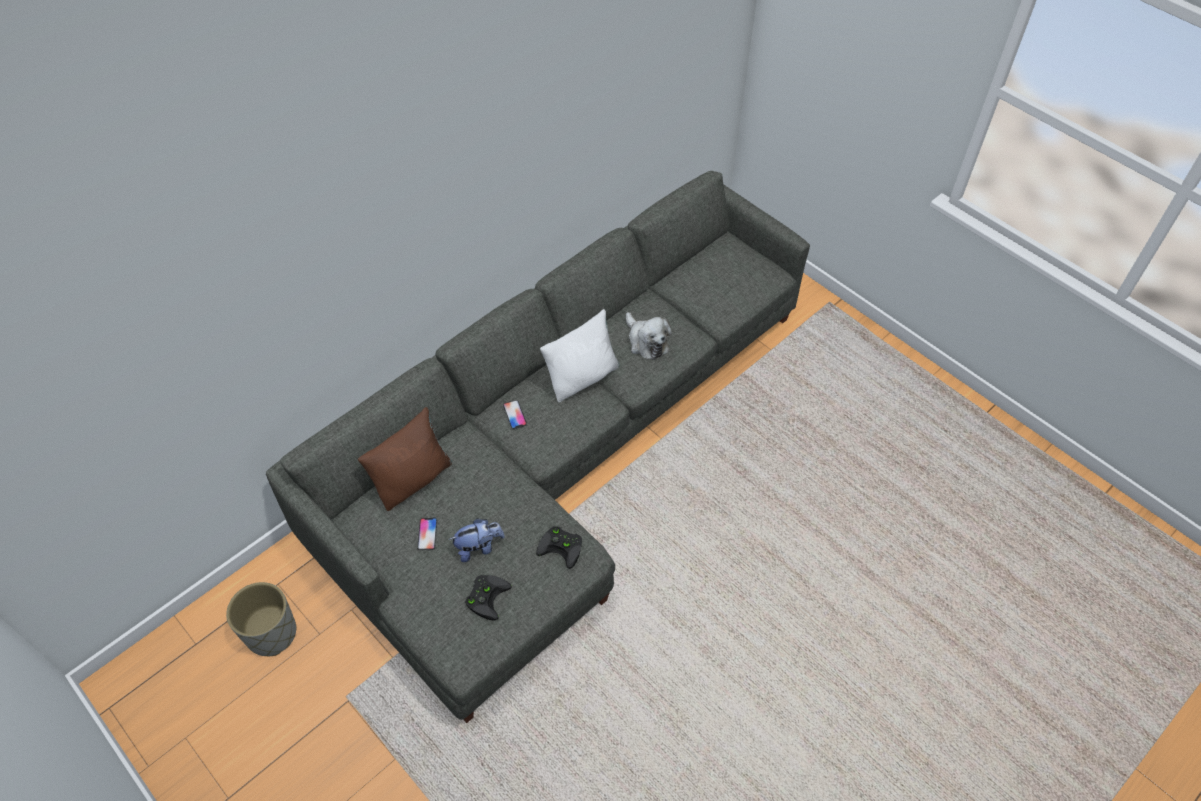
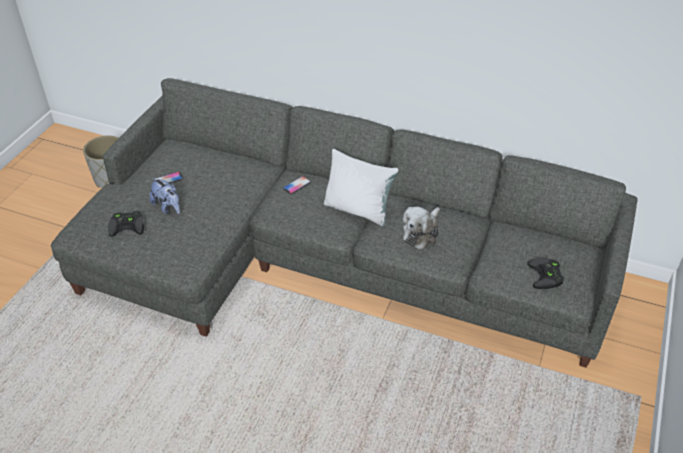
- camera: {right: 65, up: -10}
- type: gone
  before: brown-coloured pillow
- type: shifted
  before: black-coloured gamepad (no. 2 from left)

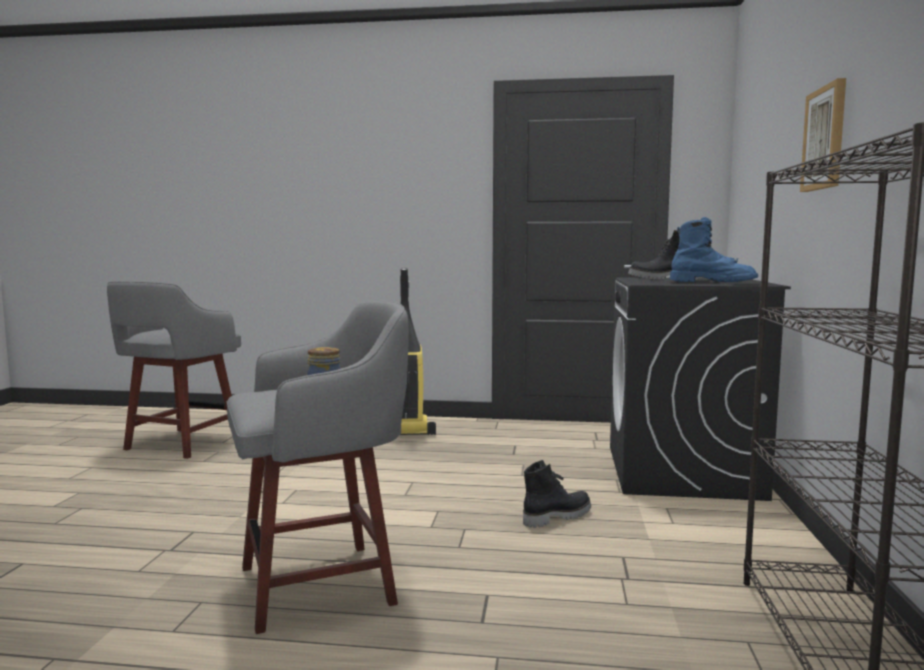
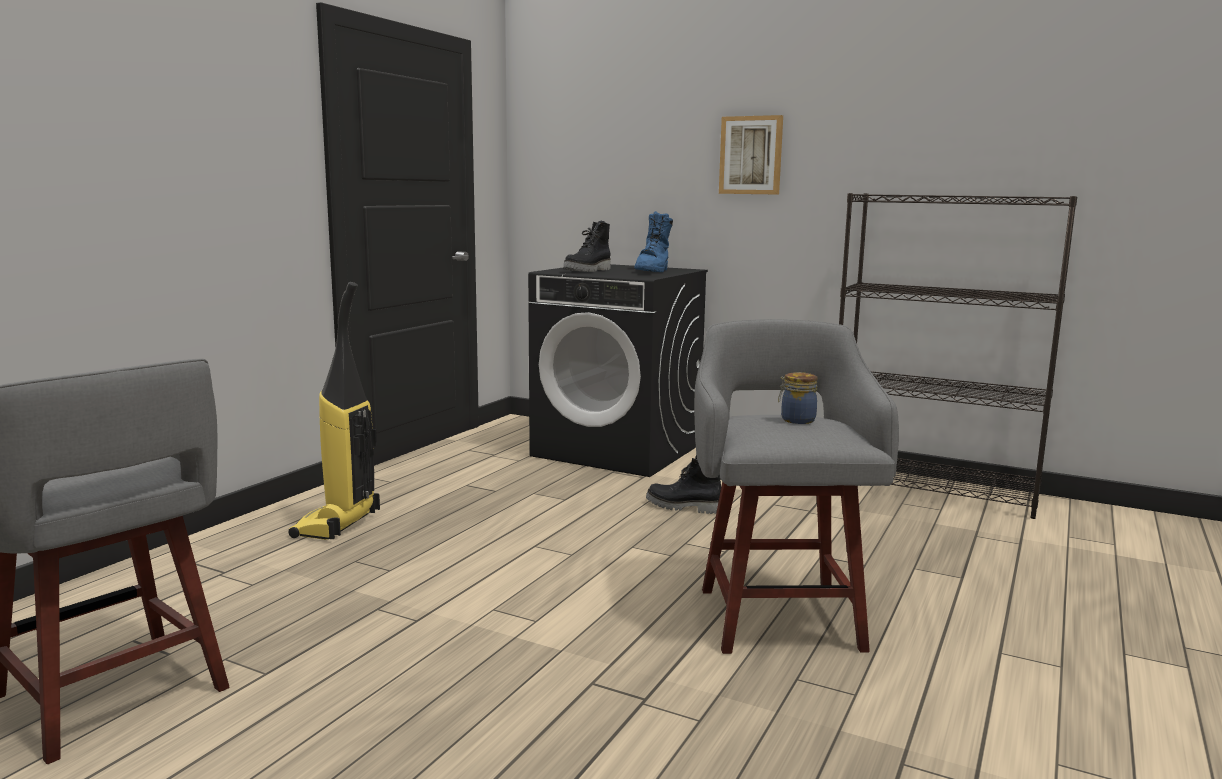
- camera: {right: -70, up: 5}
- type: rotated
  before: black-coloured high-top boot (no. 1 from left in the first image)
  turn: -60
- type: rotated
  before: blue high-top boot
  turn: 150

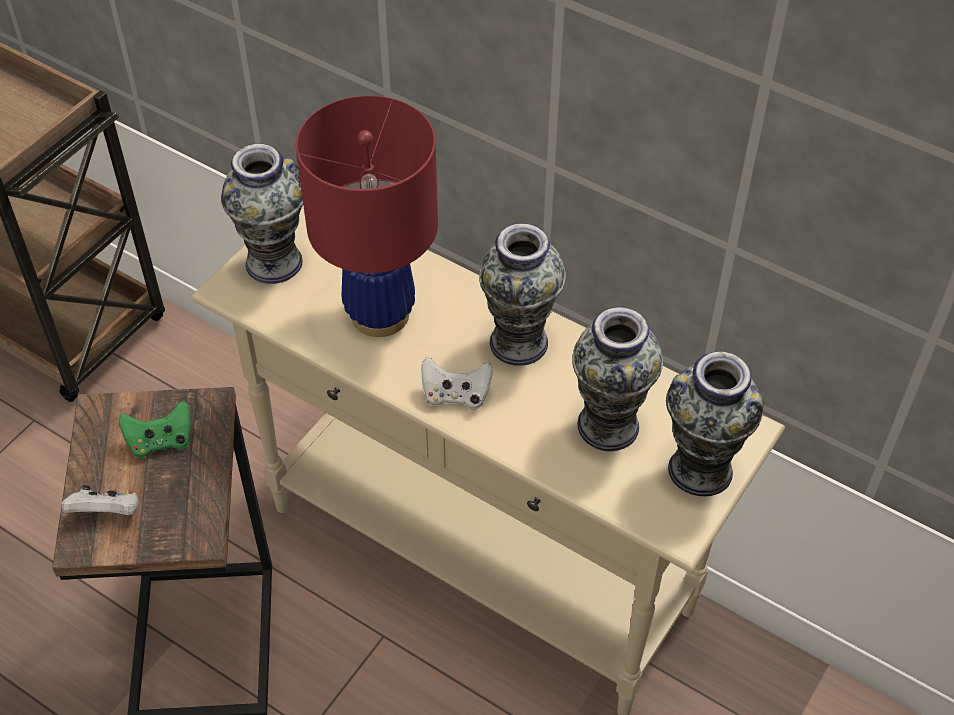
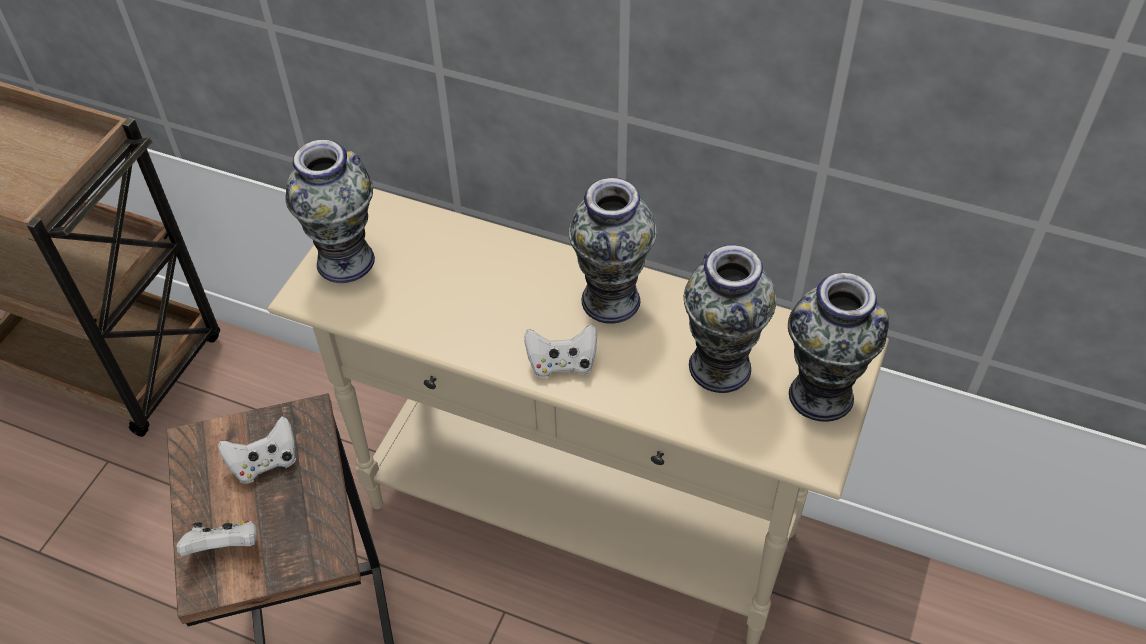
- camera: {right: -10, up: 0}
- type: repainted
  before: green gamepad
  after: white gamepad (no. 2 from left)
- type: gone
  before: reddish tabletop lamp

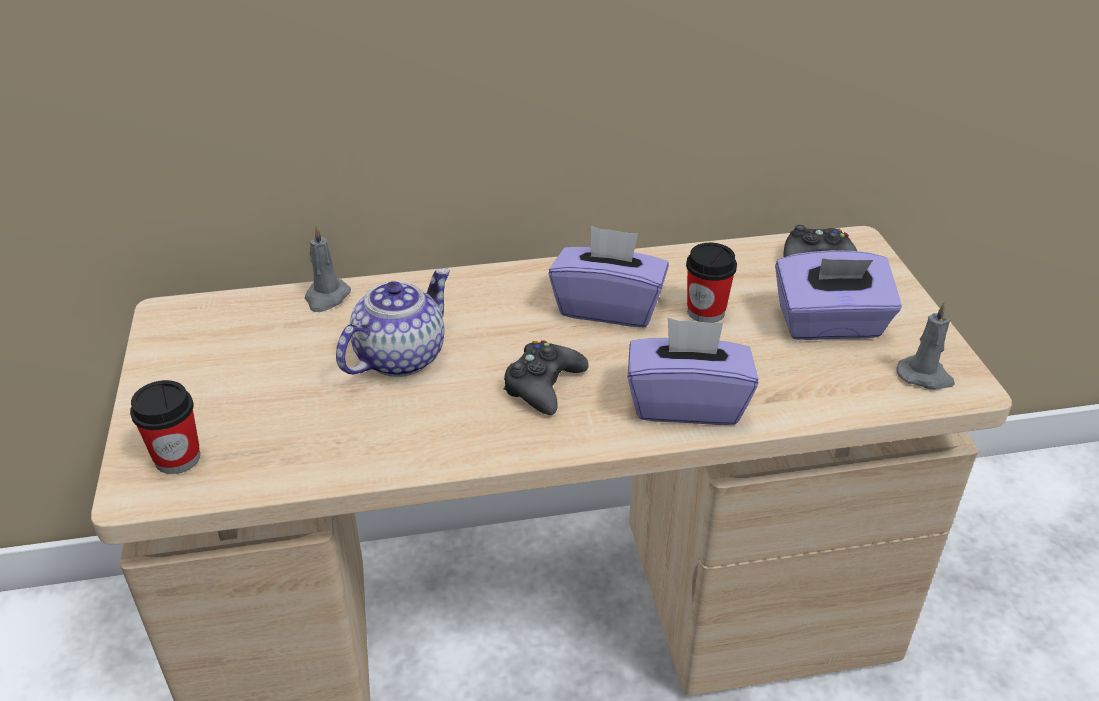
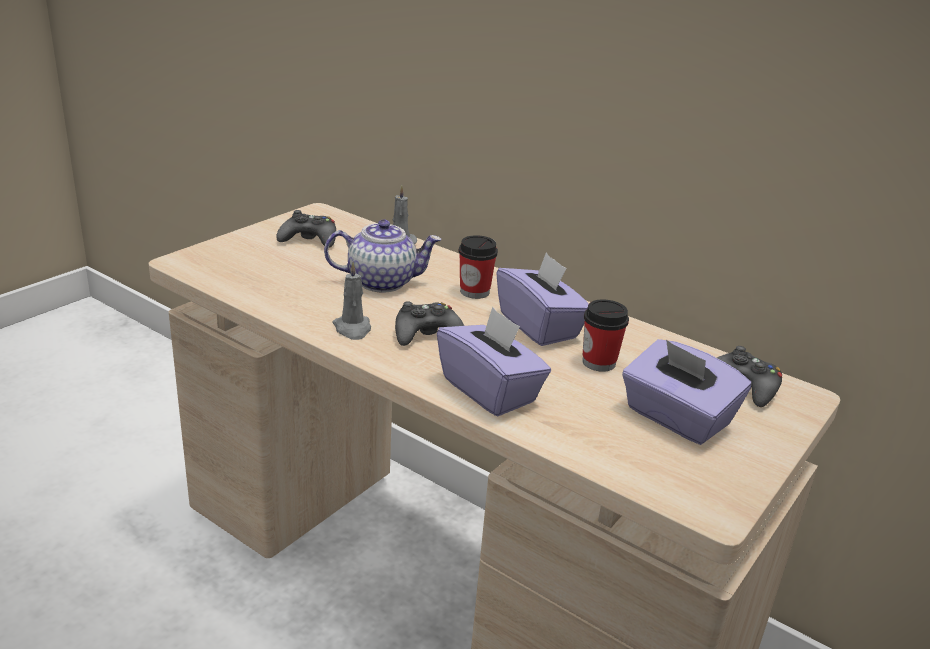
- camera: {right: 45, up: -10}
- type: shifted
  before: drinking cup (no. 1 from left)
- type: shifted
  before: grey wax candle (no. 2 from left in the first image)
  after: grey wax candle (no. 1 from left)
- type: new
  after: black-coloured gamepad (no. 1 from left)

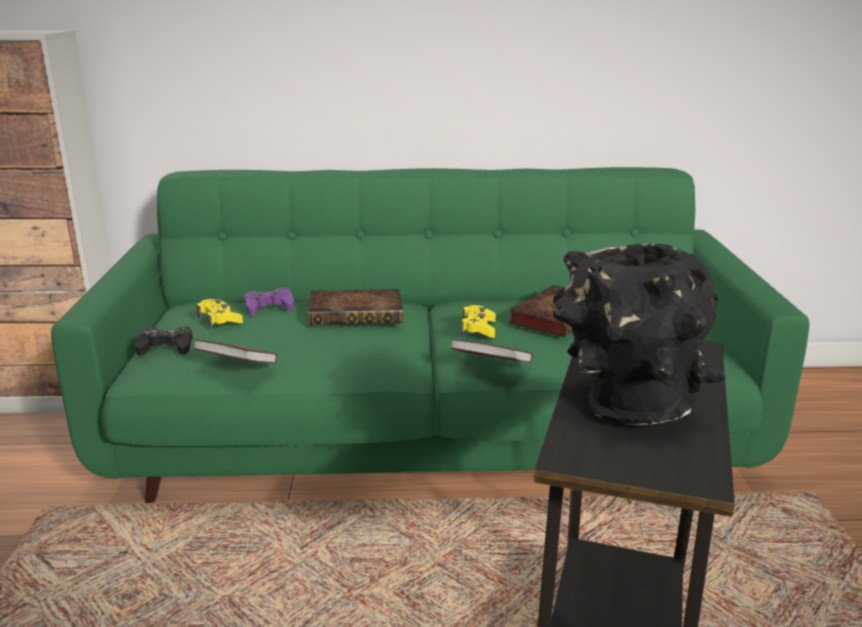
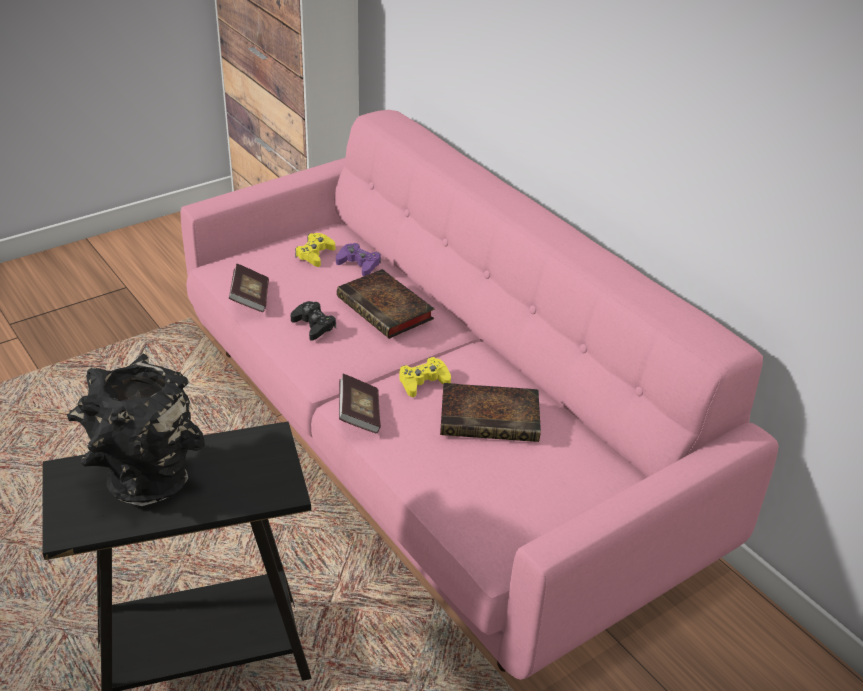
- camera: {right: 55, up: 15}
- type: repainted
  before: green couch
  after: pink-coloured couch
- type: shifted
  before: black-coloured gamepad

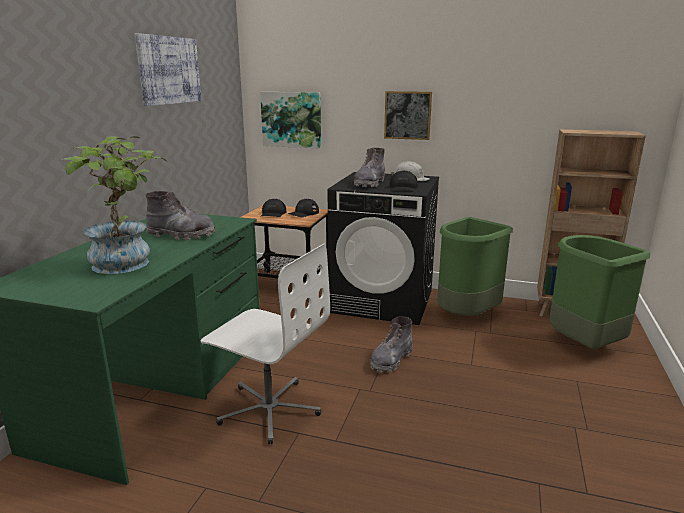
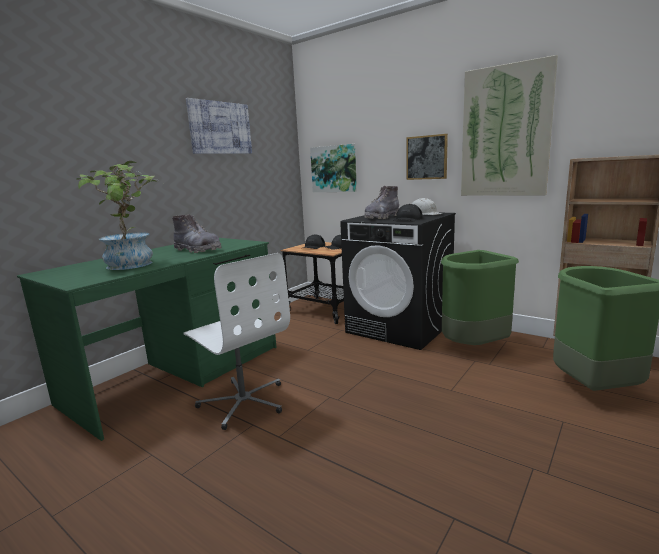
- camera: {right: 20, up: -5}
- type: gone
  before: grey high-top boot (no. 3 from left)
- type: new
  after: wall art (no. 4 from left)

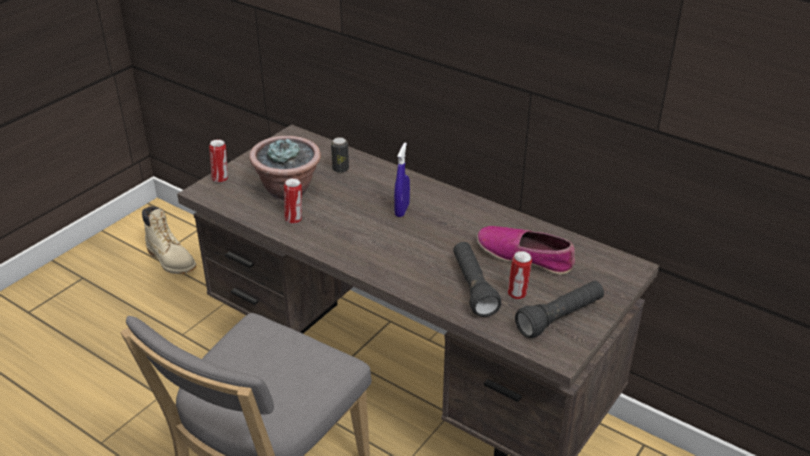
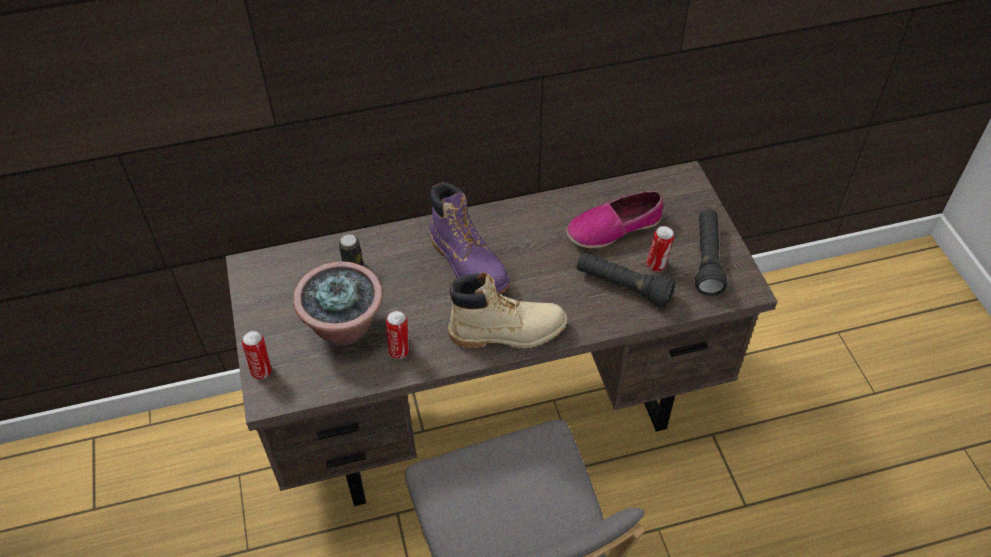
- camera: {right: -50, up: 15}
- type: shifted
  before: sand-coloured high-top boot
- type: swapped
  before: blue spray bottle
  after: purple high-top boot

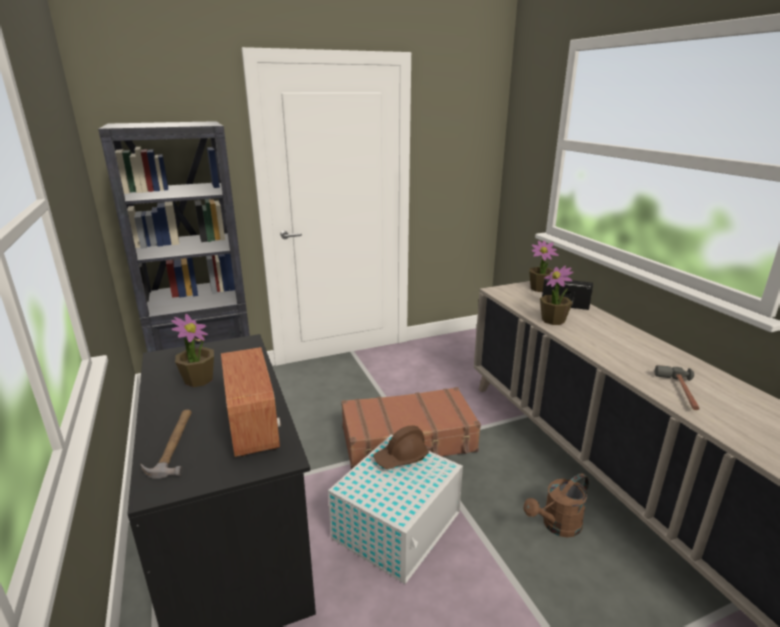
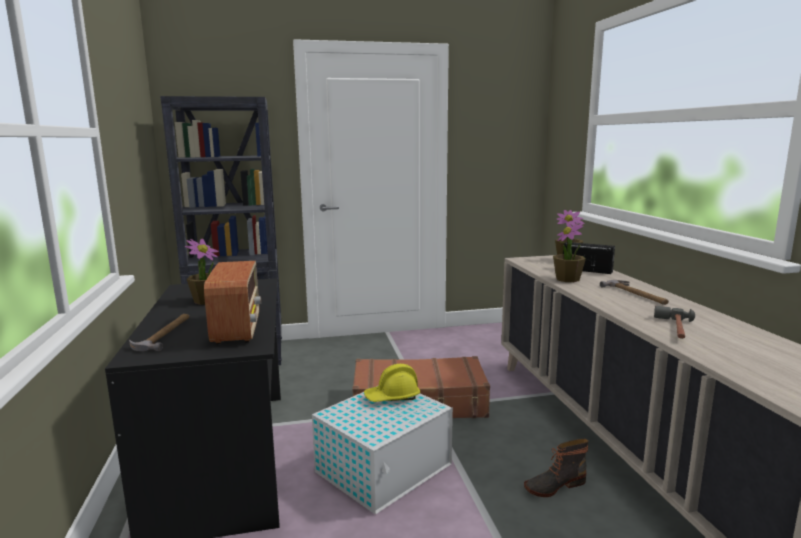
- camera: {right: 10, up: -10}
- type: repainted
  before: brown-coloured safety helmet
  after: yellow-coloured safety helmet
- type: swapped
  before: brown-coloured watering pot
  after: high-top boot
- type: new
  after: tool hammer (no. 2 from left)

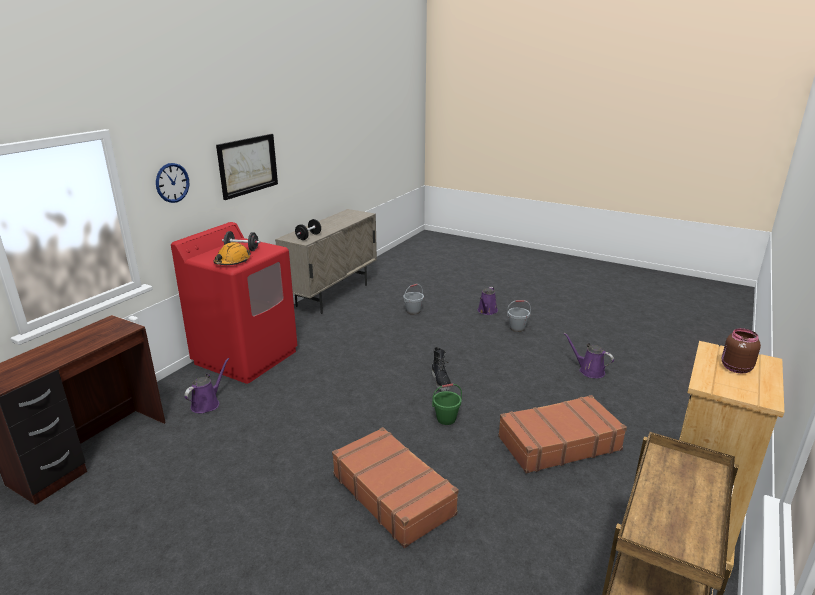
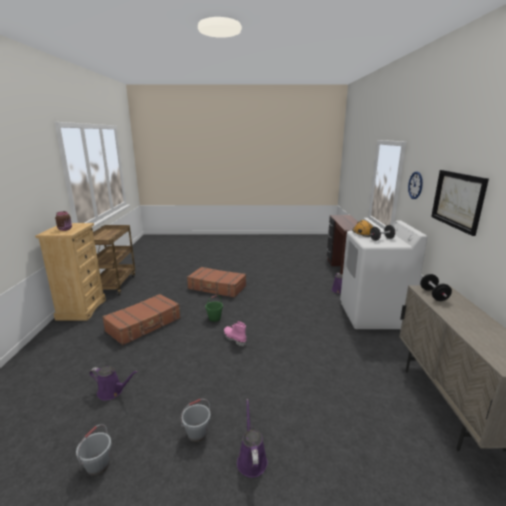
- camera: {right: 150, up: -5}
- type: repainted
  before: reddish laundry machine
  after: white laundry machine
- type: shifted
  before: grey bucket (no. 1 from left)
- type: repainted
  before: black-coloured high-top boot
  after: pink-coloured high-top boot

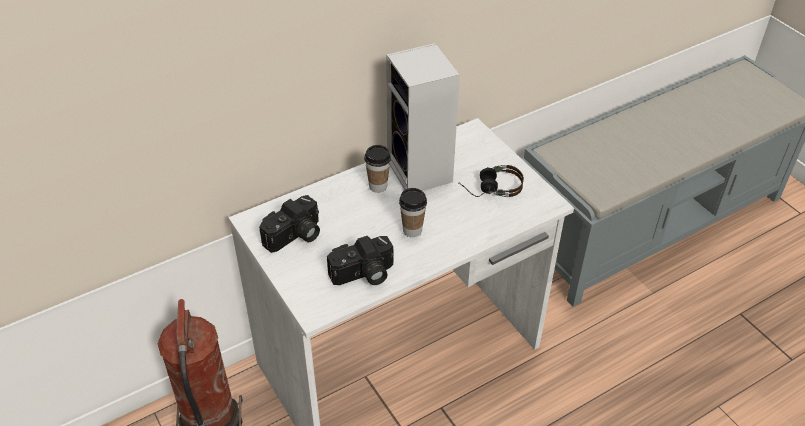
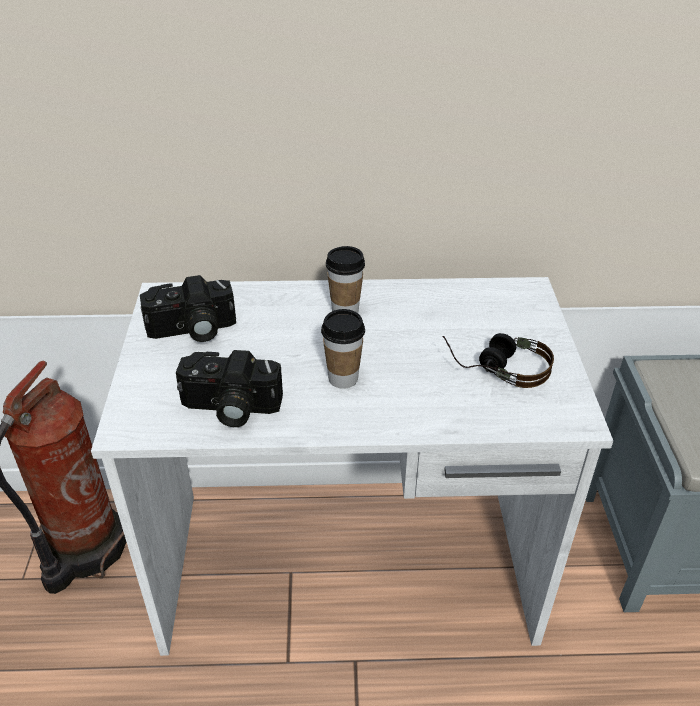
- camera: {right: 30, up: -5}
- type: gone
  before: speaker

